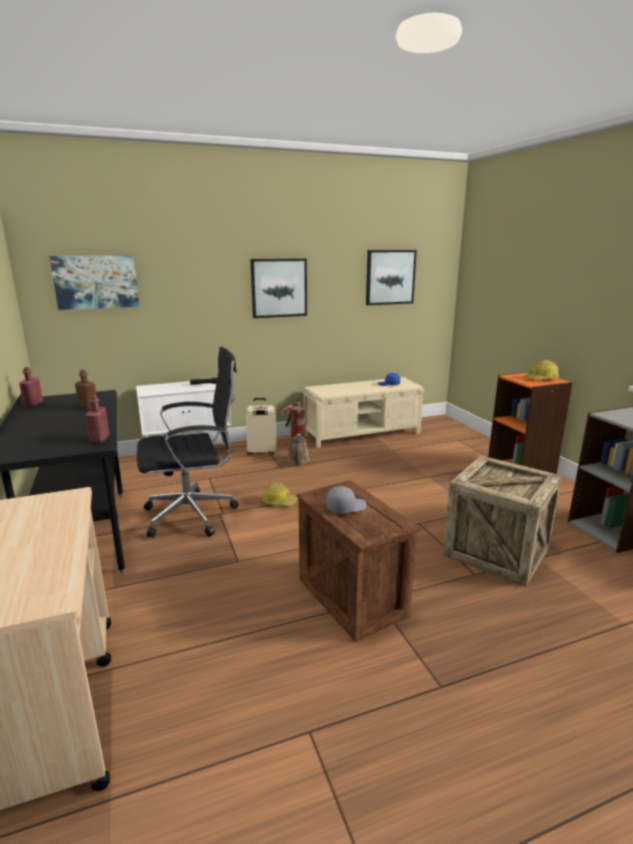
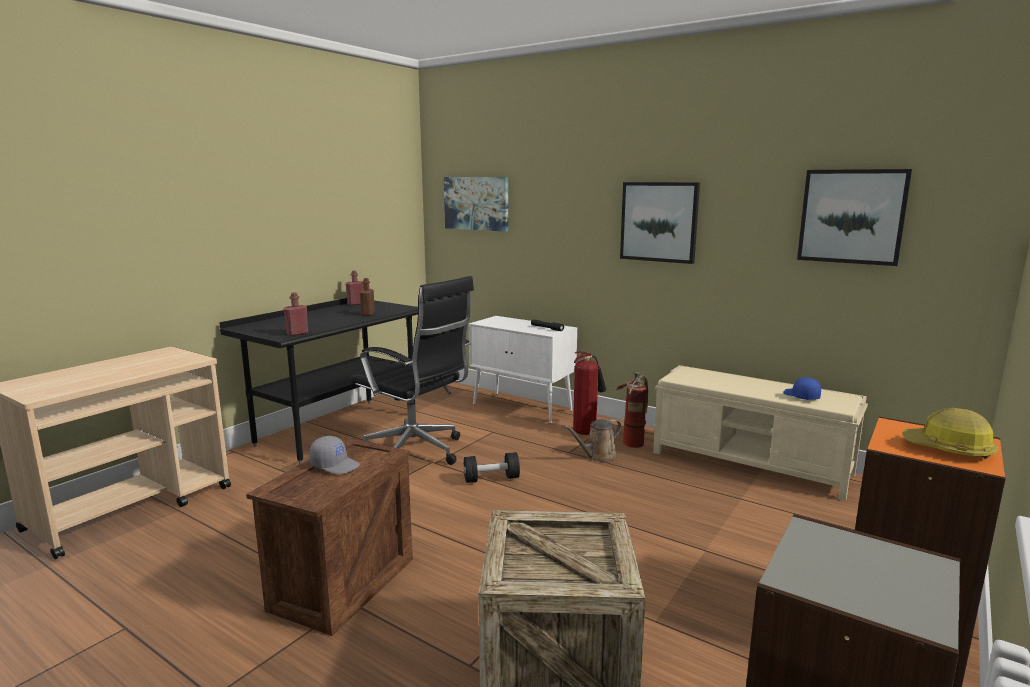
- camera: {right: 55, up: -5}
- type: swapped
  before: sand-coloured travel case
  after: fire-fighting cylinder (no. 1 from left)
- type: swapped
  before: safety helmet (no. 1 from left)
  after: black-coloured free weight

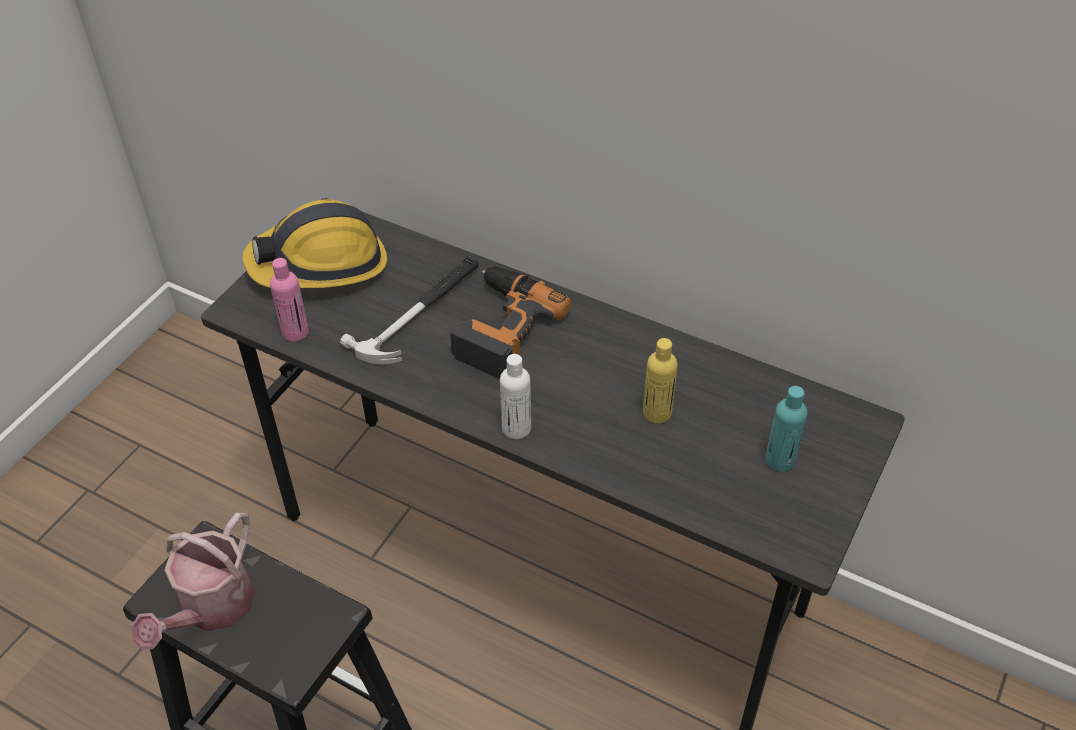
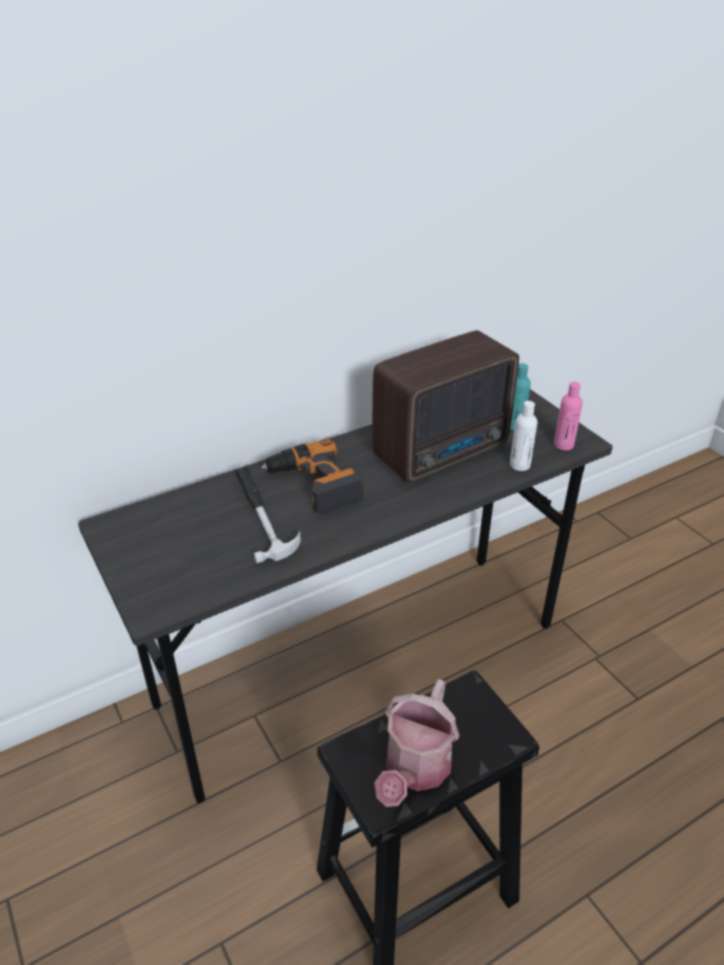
- camera: {right: -60, up: -10}
- type: rotated
  before: watering pot
  turn: 60
- type: gone
  before: safety helmet
- type: shifted
  before: pink-coloured bottle
- type: shifted
  before: white bottle
- type: swapped
  before: yellow-coloured bottle
  after: radio

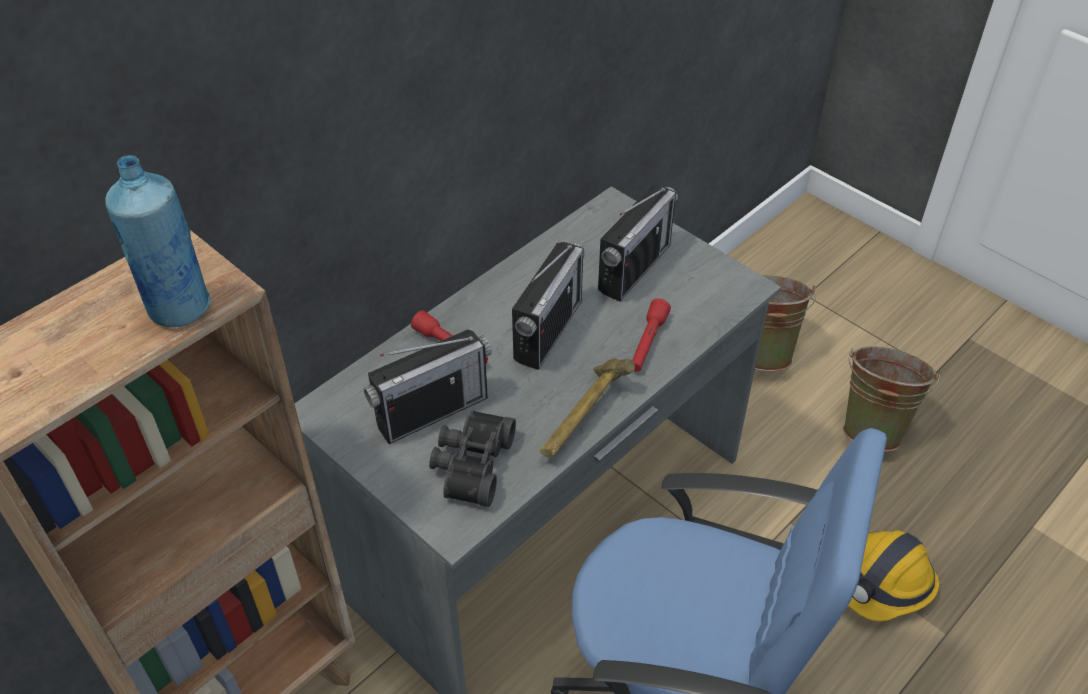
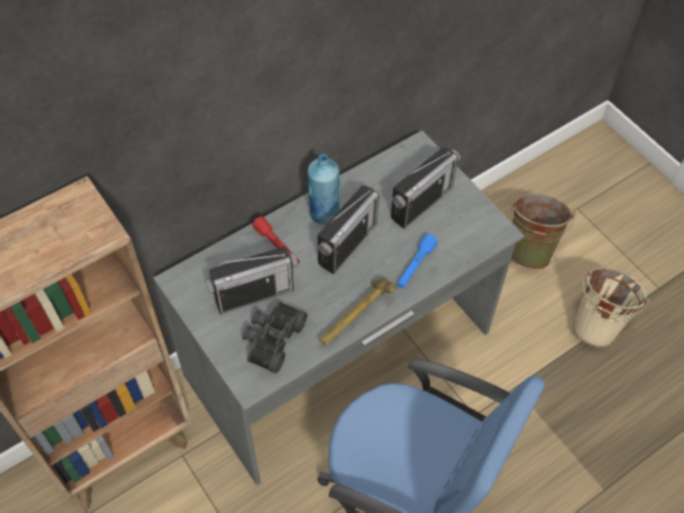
- camera: {right: 10, up: 10}
- type: shifted
  before: blue bottle
- type: repainted
  before: reddish torch (no. 2 from left)
  after: blue torch
- type: repainted
  before: green bucket (no. 2 from left)
  after: sand-coloured bucket
- type: gone
  before: safety helmet

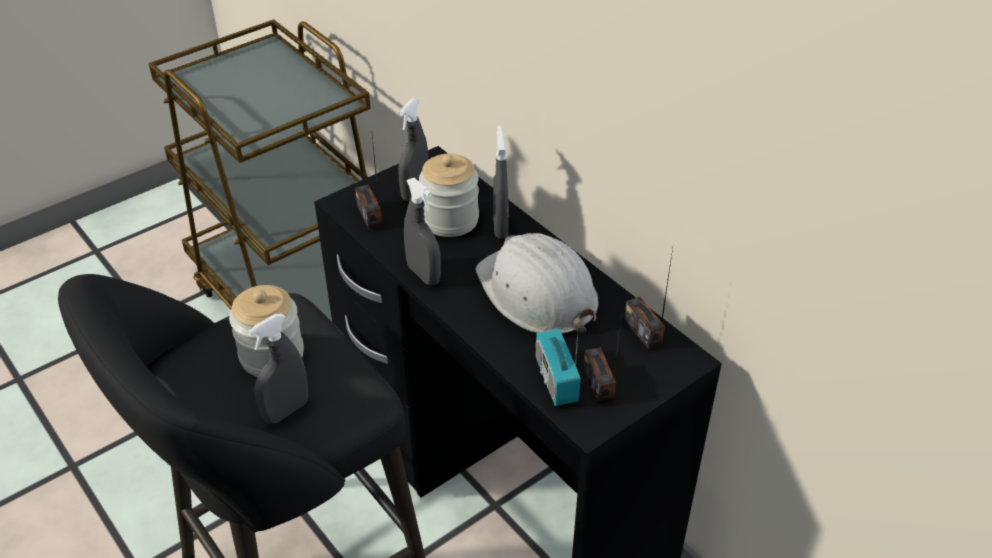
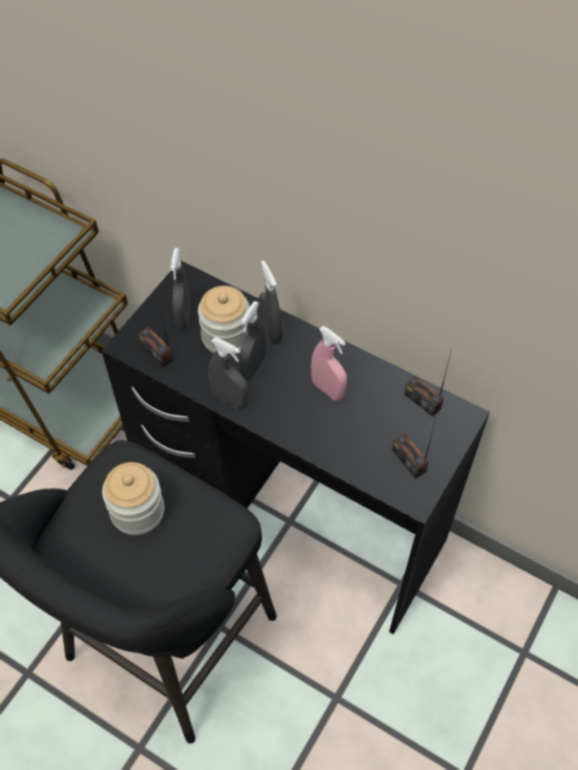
- camera: {right: -20, up: 15}
- type: shifted
  before: grey spray bottle (no. 1 from left in the first image)
  after: grey spray bottle (no. 3 from left)
- type: swapped
  before: white safety helmet
  after: pink-coloured spray bottle
- type: gone
  before: radio (no. 2 from left)

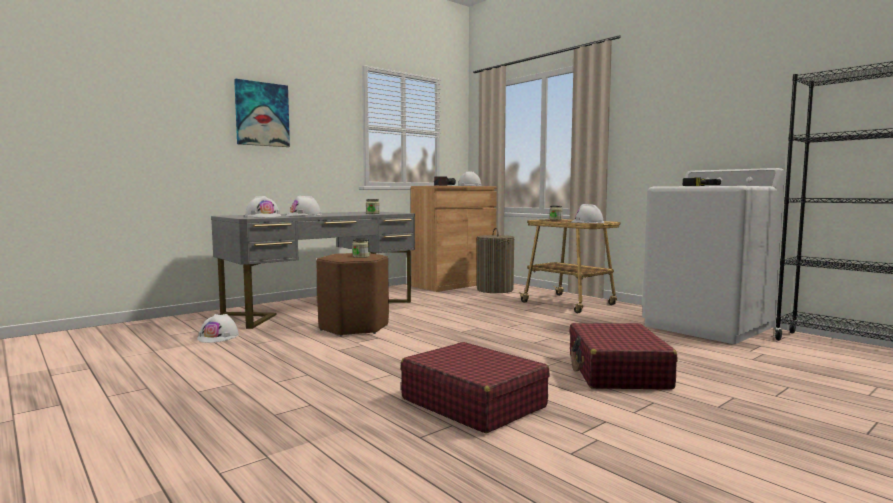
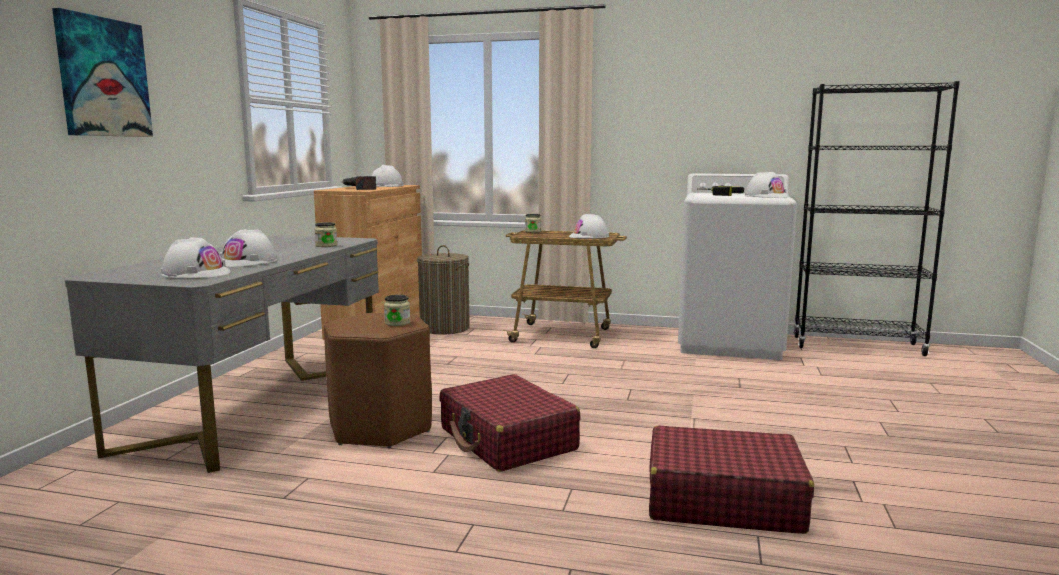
- camera: {right: -35, up: 5}
- type: shifted
  before: white safety helmet (no. 1 from left in the first image)
  after: white safety helmet (no. 5 from left)
- type: shifted
  before: reddish travel case (no. 2 from left in the first image)
  after: reddish travel case (no. 1 from left)

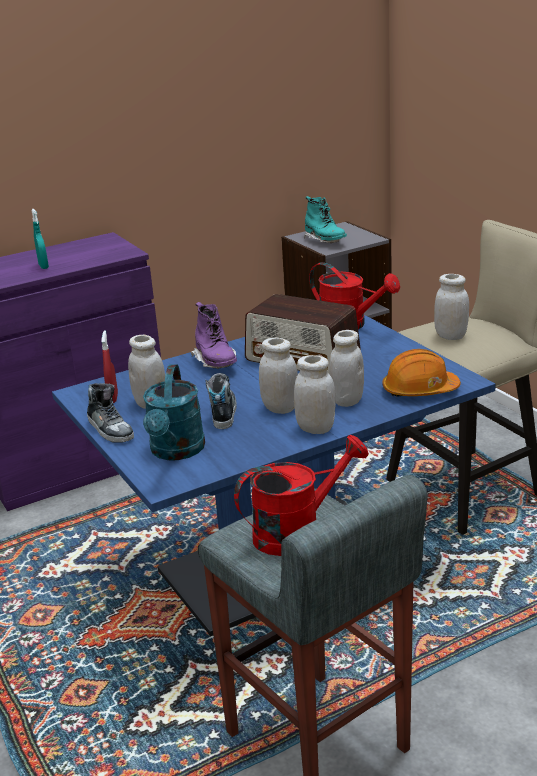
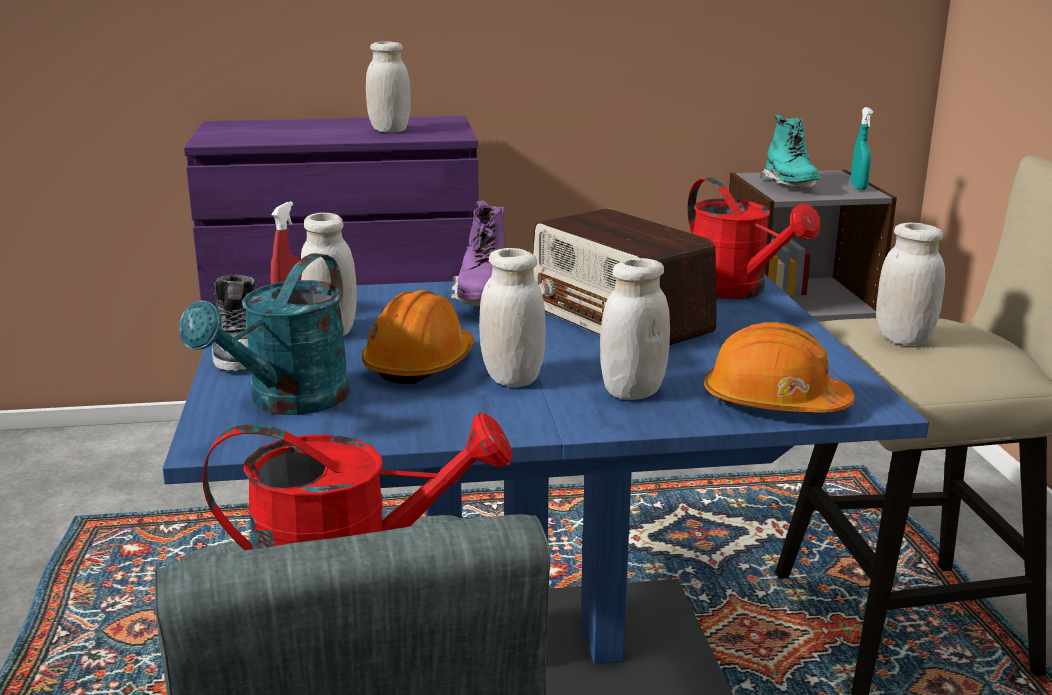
- camera: {right: 20, up: -5}
- type: shifted
  before: turquoise-coloured spray bottle
- type: swapped
  before: shoe (no. 2 from left)
  after: orangey safety helmet (no. 1 from left)
- type: shifted
  before: white storage jar (no. 3 from left in the first image)
  after: white storage jar (no. 2 from left)

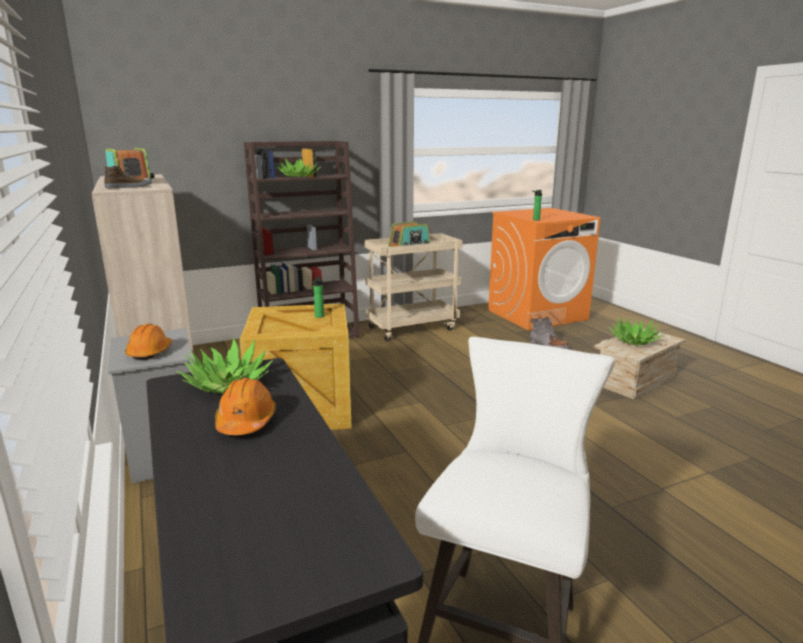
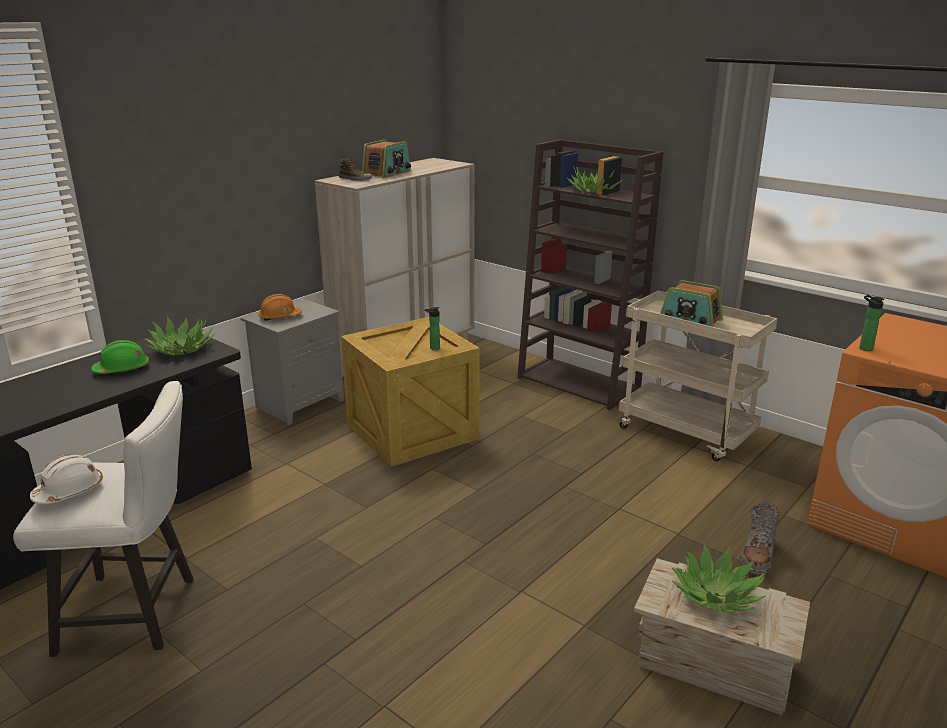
- camera: {right: 65, up: 5}
- type: repainted
  before: orangey safety helmet (no. 2 from left)
  after: green safety helmet
- type: new
  after: white safety helmet

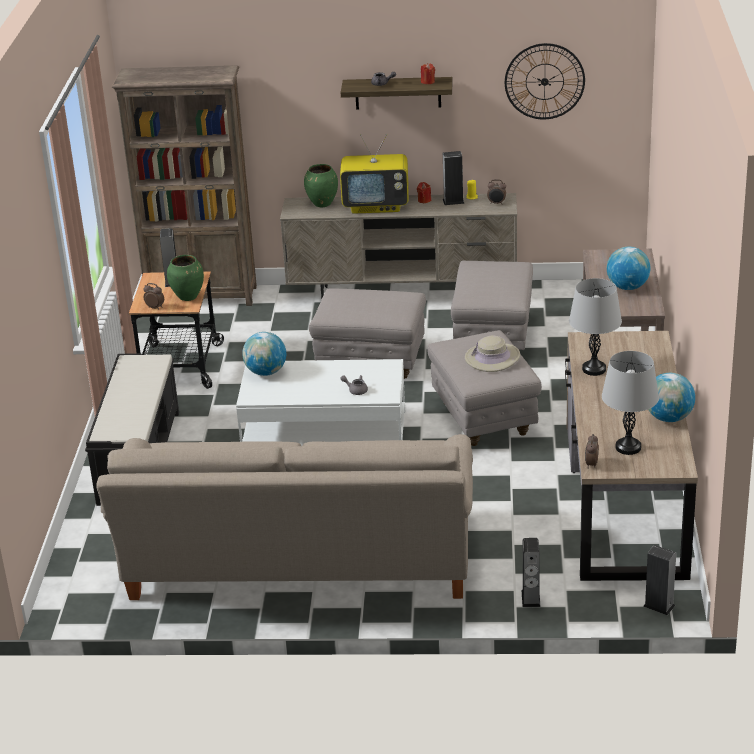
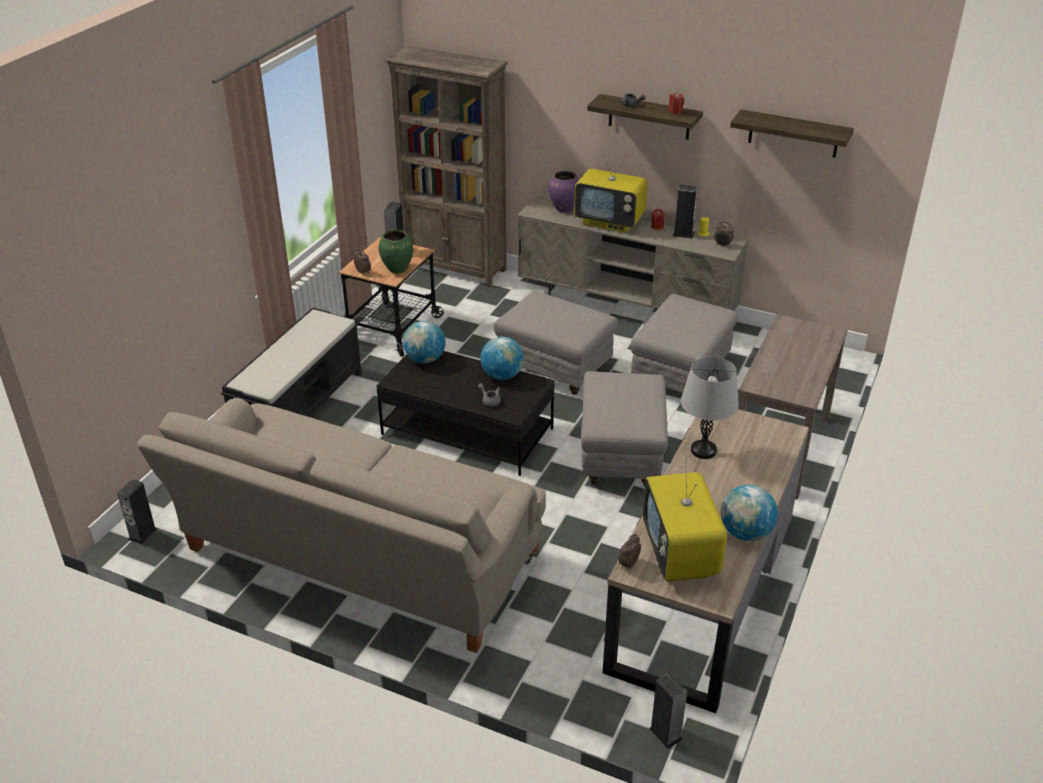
- camera: {right: 20, up: 5}
- type: repainted
  before: white low table
  after: black-coloured low table
- type: repainted
  before: green flower vase (no. 2 from left)
  after: purple flower vase
- type: gone
  before: sand-coloured clothing hat
- type: swapped
  before: clock on the wall
  after: shelf (no. 2 from left)
- type: shifted
  before: speaker (no. 3 from left in the first image)
  after: speaker (no. 1 from left)
- type: swapped
  before: grey tabletop lamp (no. 2 from left)
  after: TV (no. 2 from left)
- type: shifted
  before: desk globe (no. 2 from left)

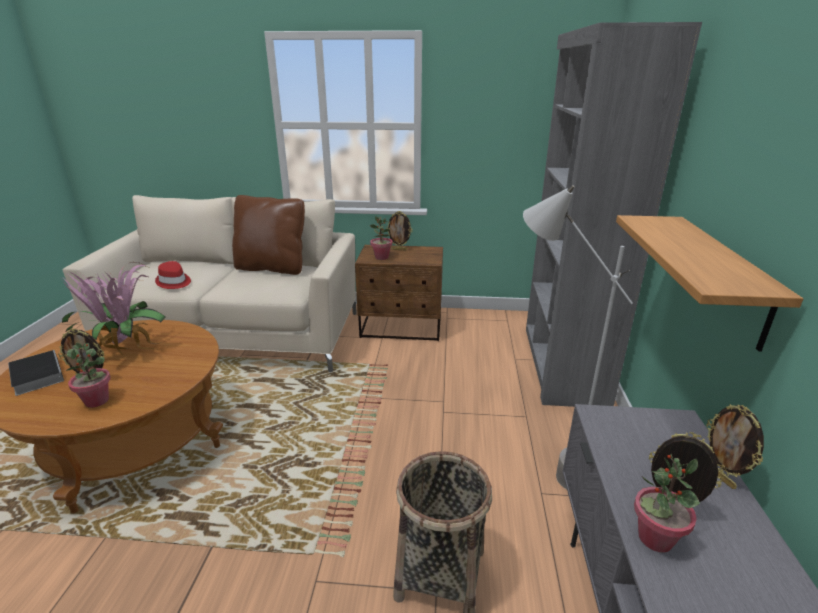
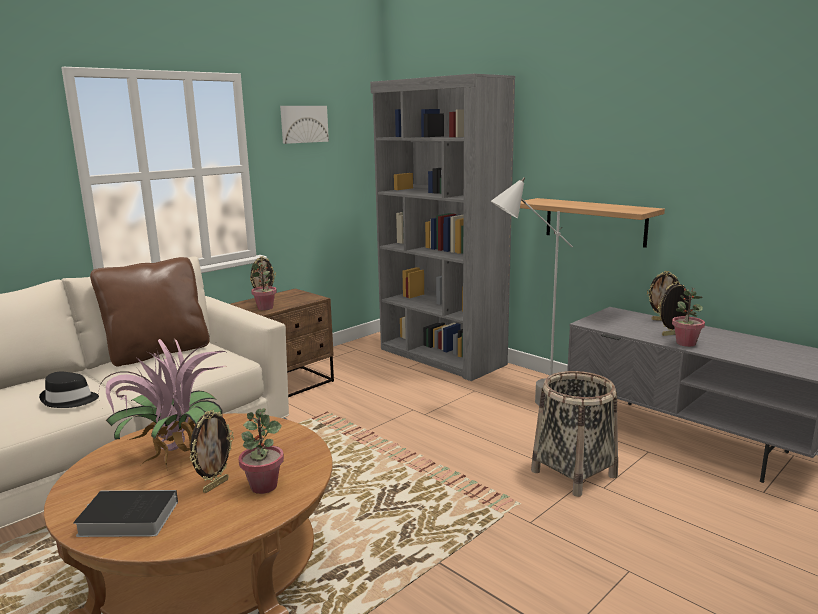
- camera: {right: -50, up: -10}
- type: repainted
  before: reddish clothing hat
  after: black-coloured clothing hat
- type: new
  after: wall art

